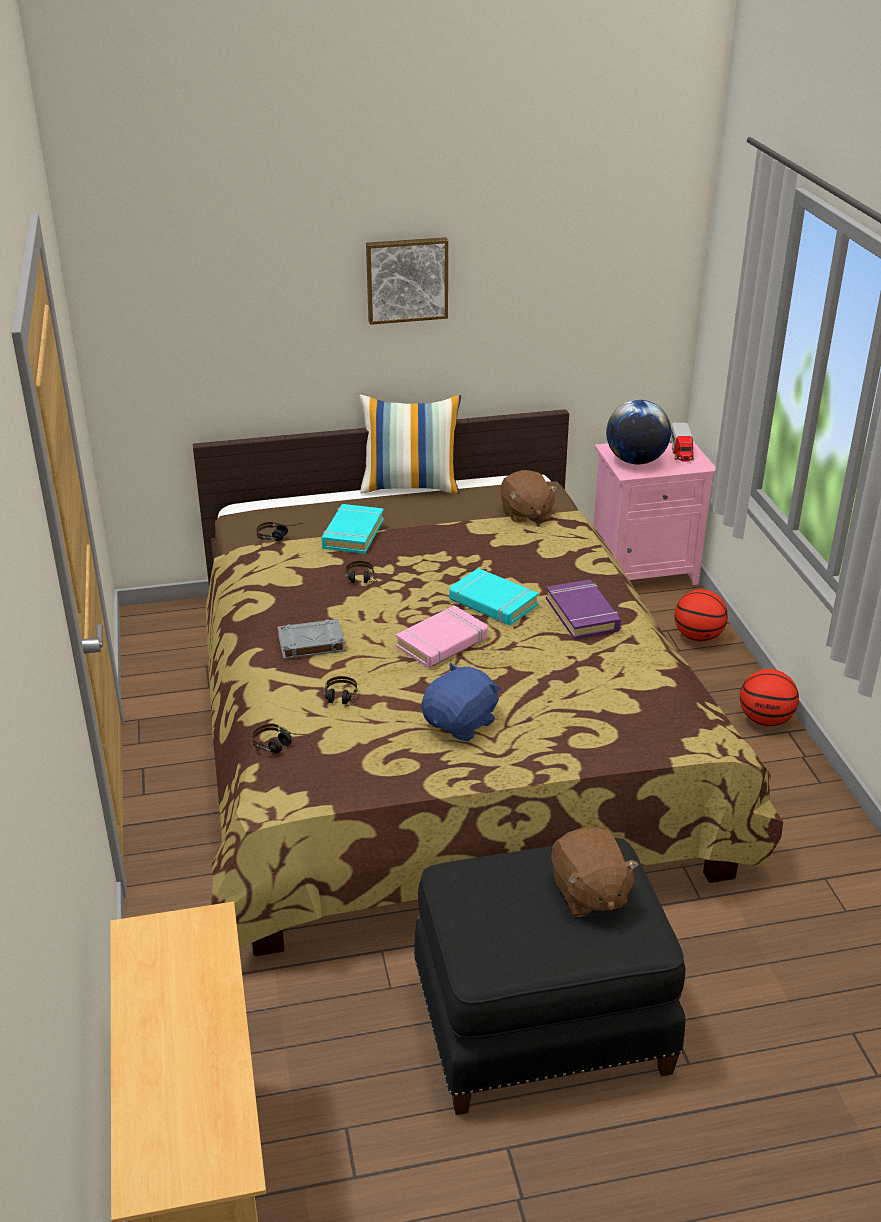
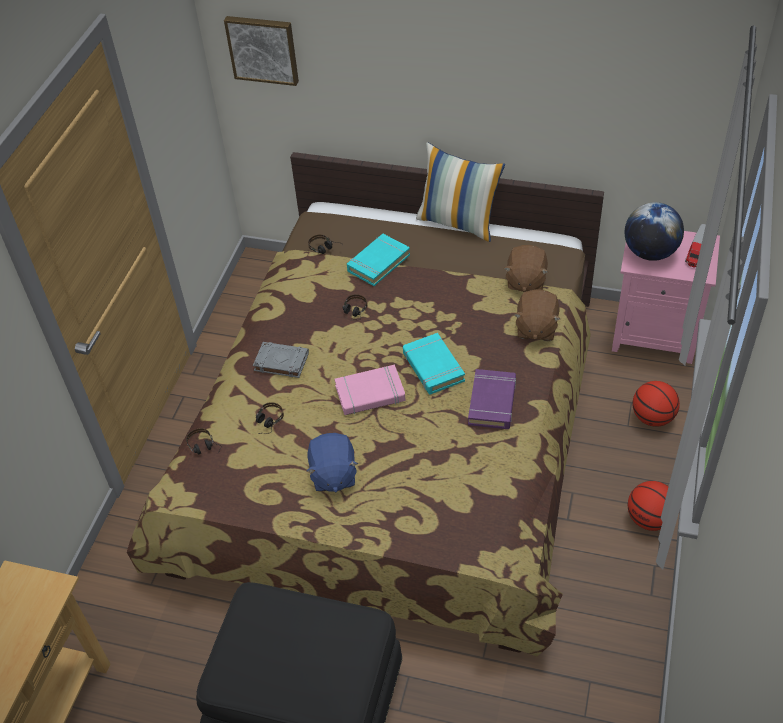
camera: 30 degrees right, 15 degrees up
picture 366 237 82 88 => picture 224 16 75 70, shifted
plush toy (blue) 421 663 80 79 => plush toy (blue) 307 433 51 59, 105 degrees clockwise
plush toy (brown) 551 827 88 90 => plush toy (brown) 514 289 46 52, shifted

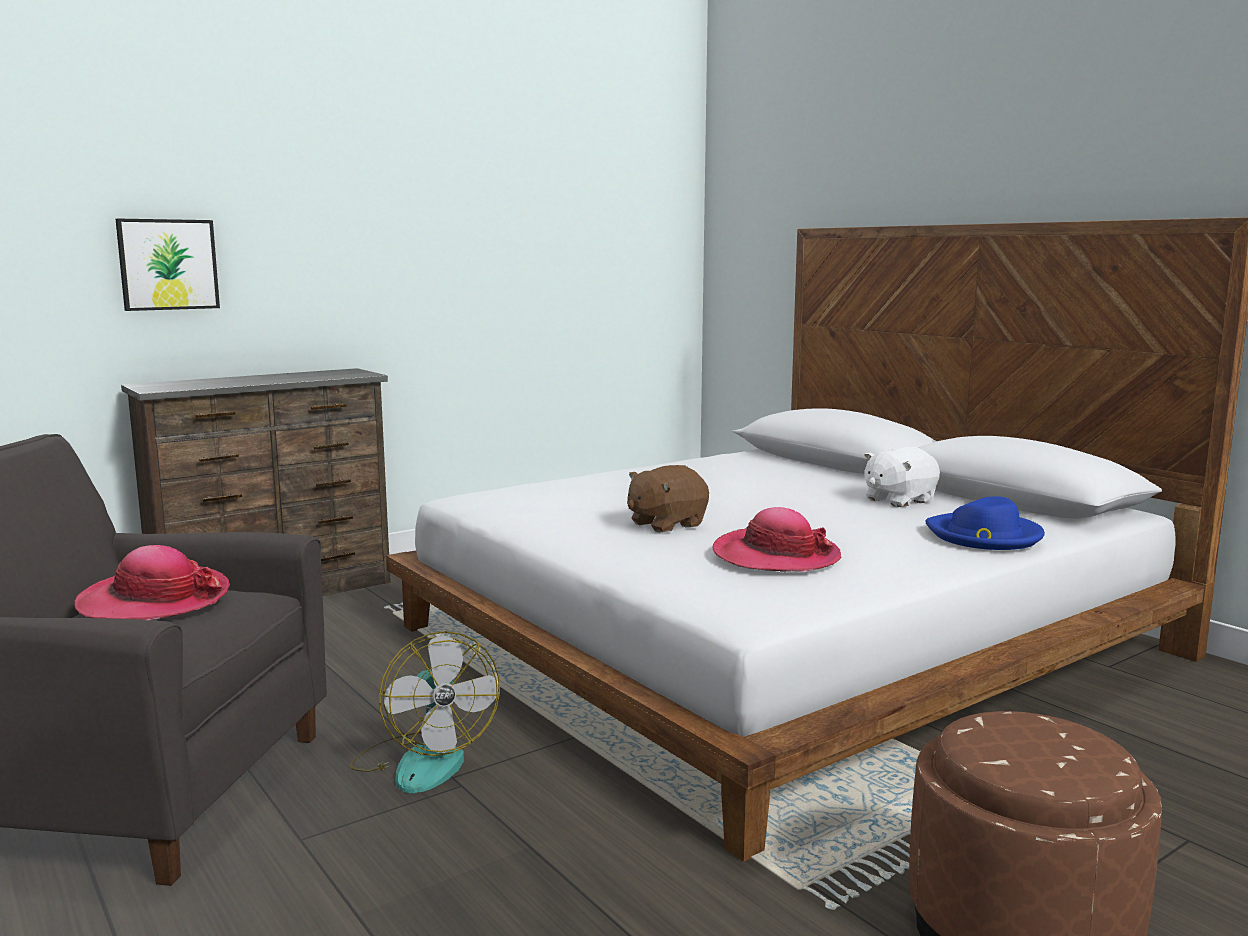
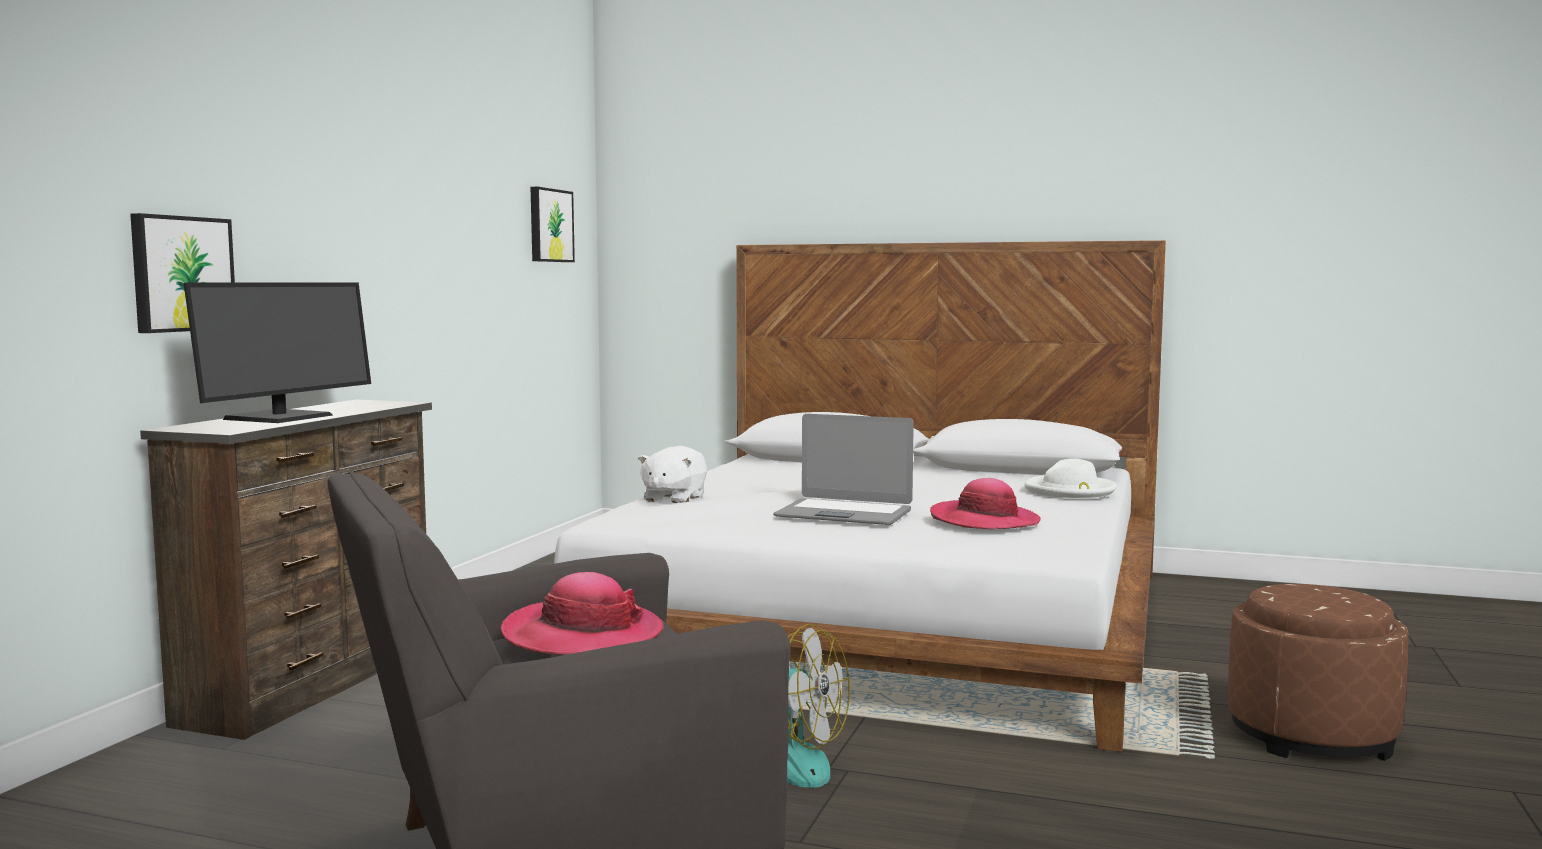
camera: 35 degrees left, 5 degrees down
nothing => monitor 184 283 187 140
nothing => picture 530 187 45 75
plush toy (white) 864 447 76 60 => plush toy (white) 638 446 69 57, shifted
plush toy (brown) 627 465 82 68 => laptop 773 414 141 111
hat (blue) 926 496 119 54 => hat (white) 1024 459 93 39

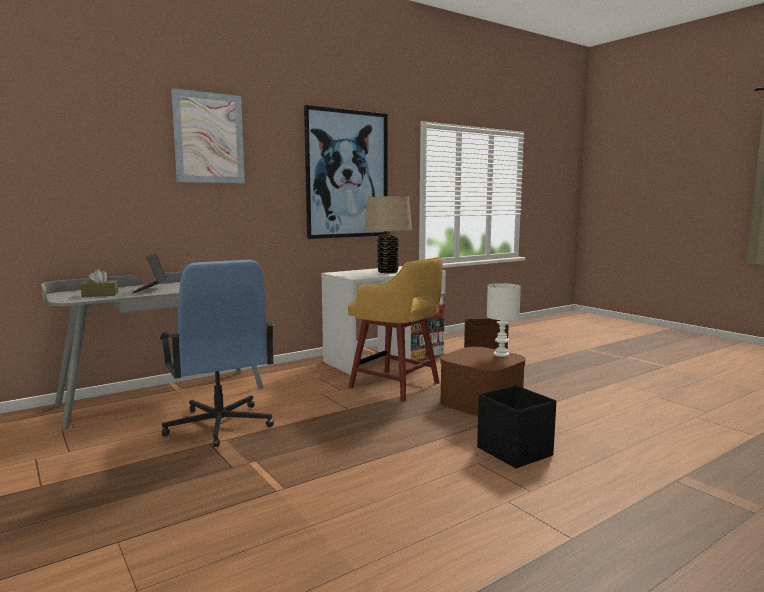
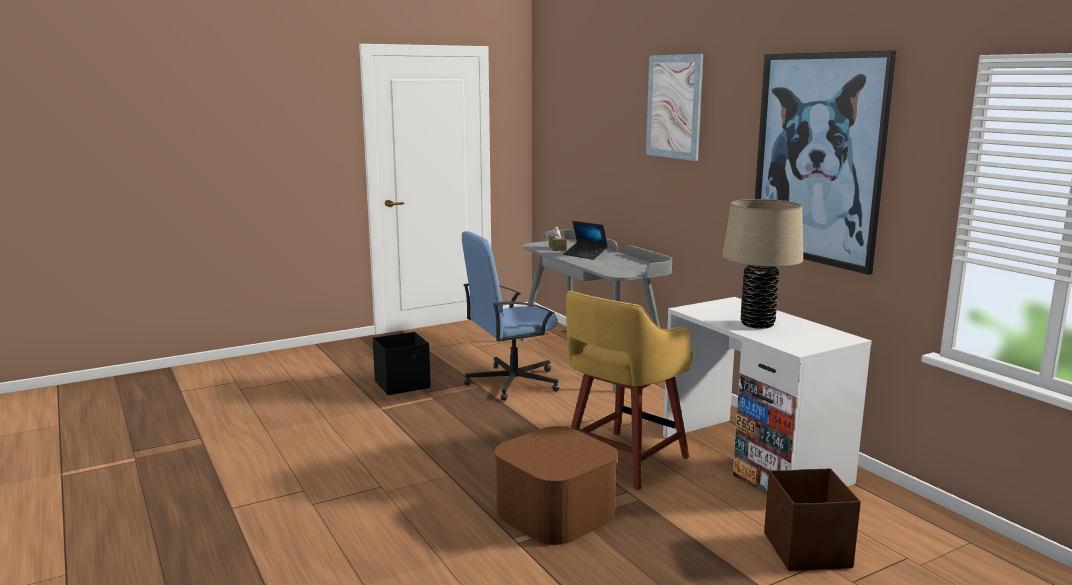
camera: 95 degrees right, 5 degrees up
storage box (black) 477 385 79 83 => storage box (black) 373 332 58 63, shifted
laptop 132 253 35 40 => laptop 564 221 44 39, 135 degrees counterclockwise
table lamp (white) 487 283 34 74 => nothing

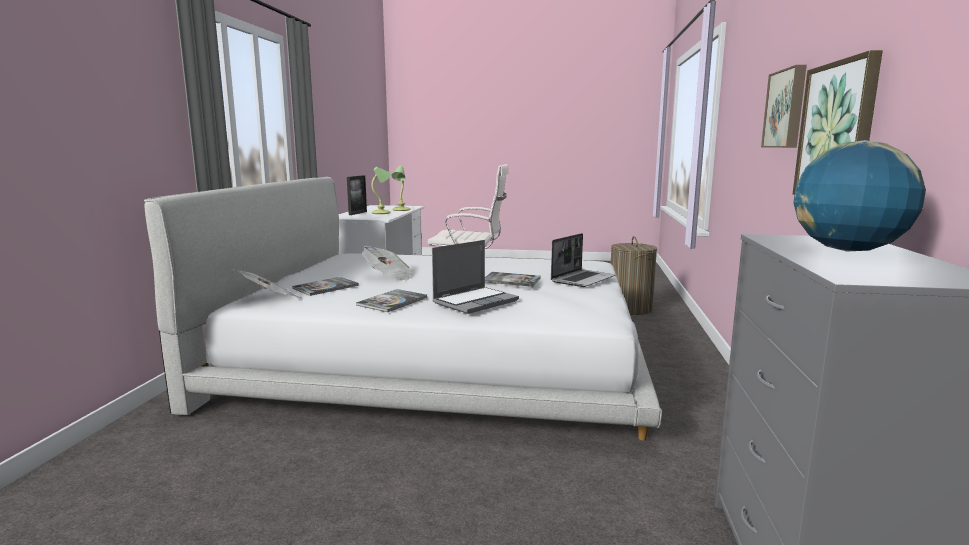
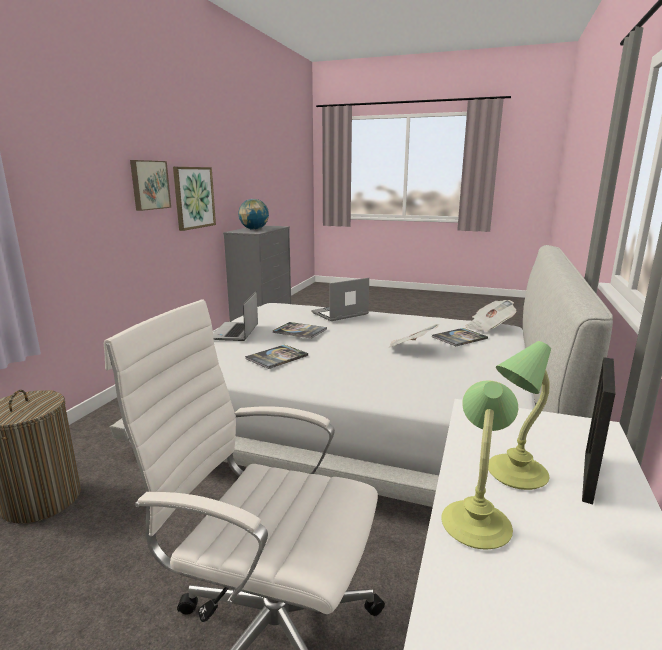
camera: 170 degrees left, 5 degrees up
laptop 551 233 64 54 => laptop 213 292 45 49, 45 degrees counterclockwise
book 356 289 72 23 => book 245 345 63 24, shifted

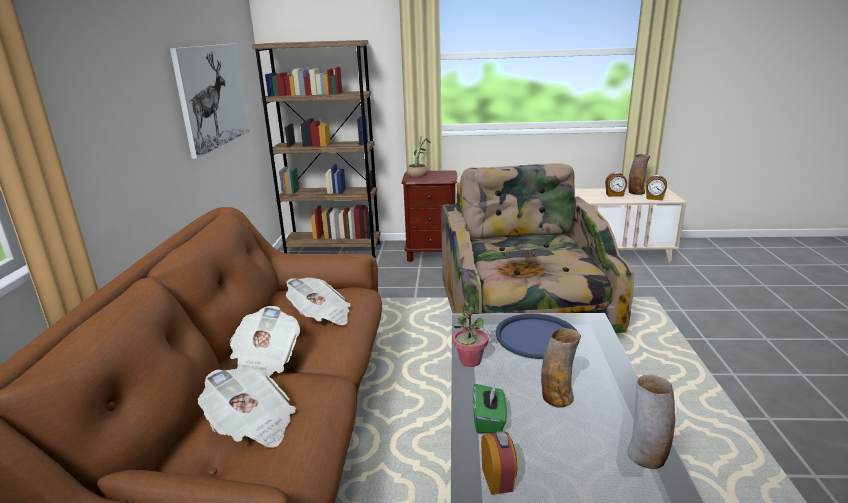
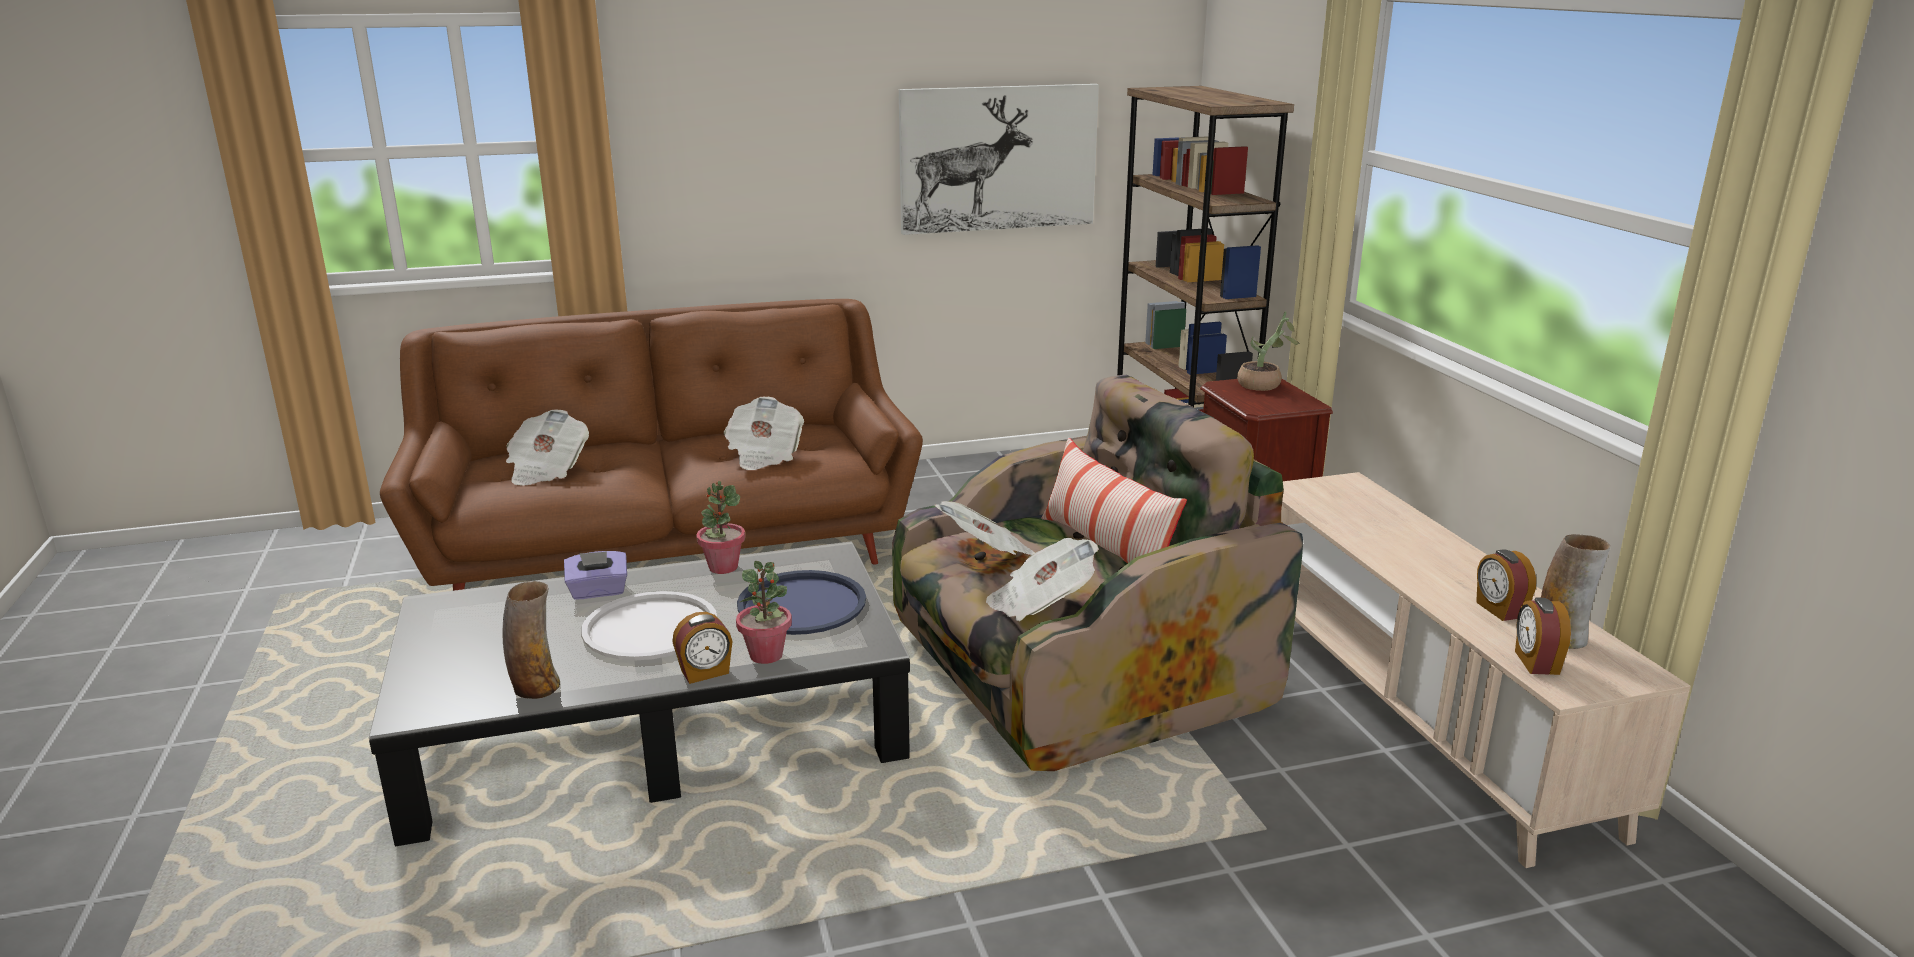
camera: 70 degrees right, 0 degrees up
tissue box (green) 473 384 34 50 => tissue box (purple) 564 551 63 49
vase 541 328 40 80 => tray (white) 581 591 136 69
alarm clock 481 431 36 64 => alarm clock 672 612 61 72, shifted
nothing => potted plant 736 561 56 103
newspaper 229 306 71 70 => newspaper 986 537 113 84, shifted
nothing => pillow 1041 438 146 126

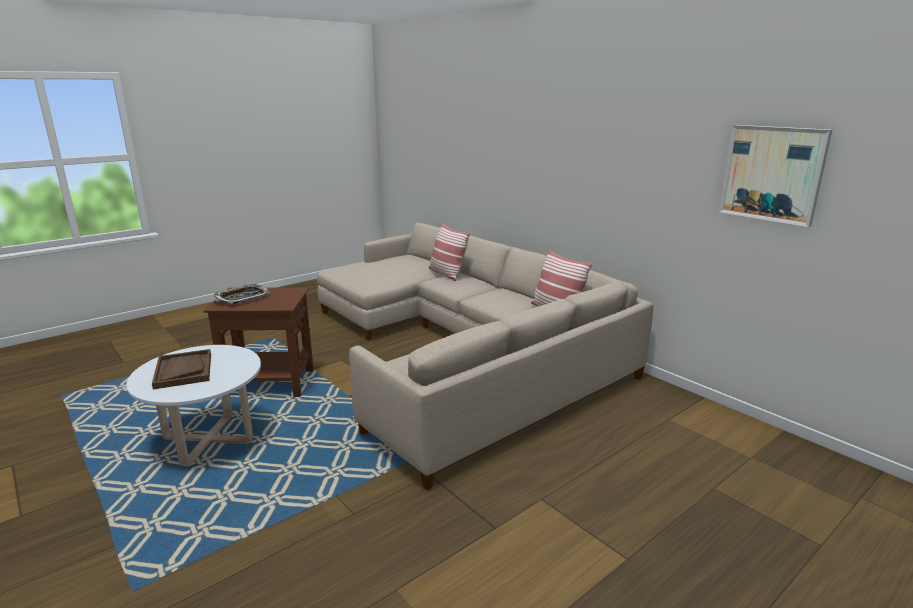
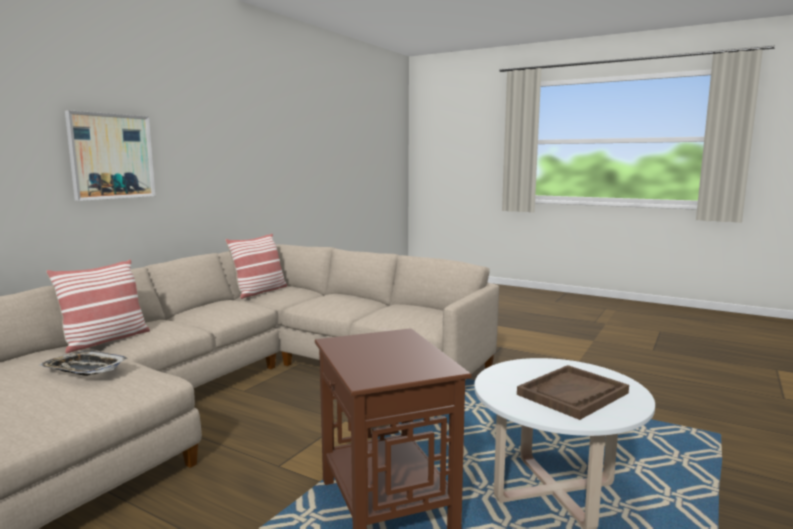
camera: 110 degrees left, 10 degrees down
tray 213 283 57 21 => tray 40 351 88 25, shifted
picture 719 125 113 102 => picture 65 110 90 91, shifted

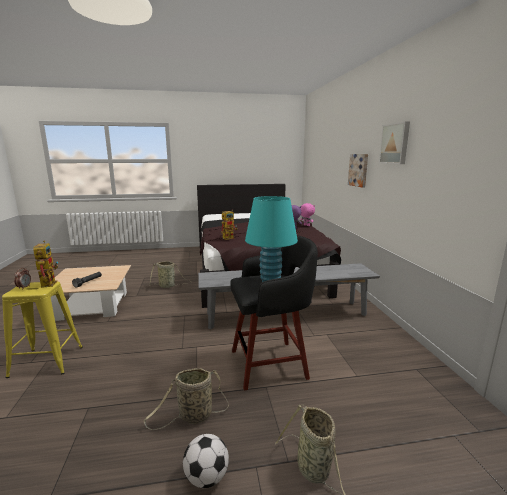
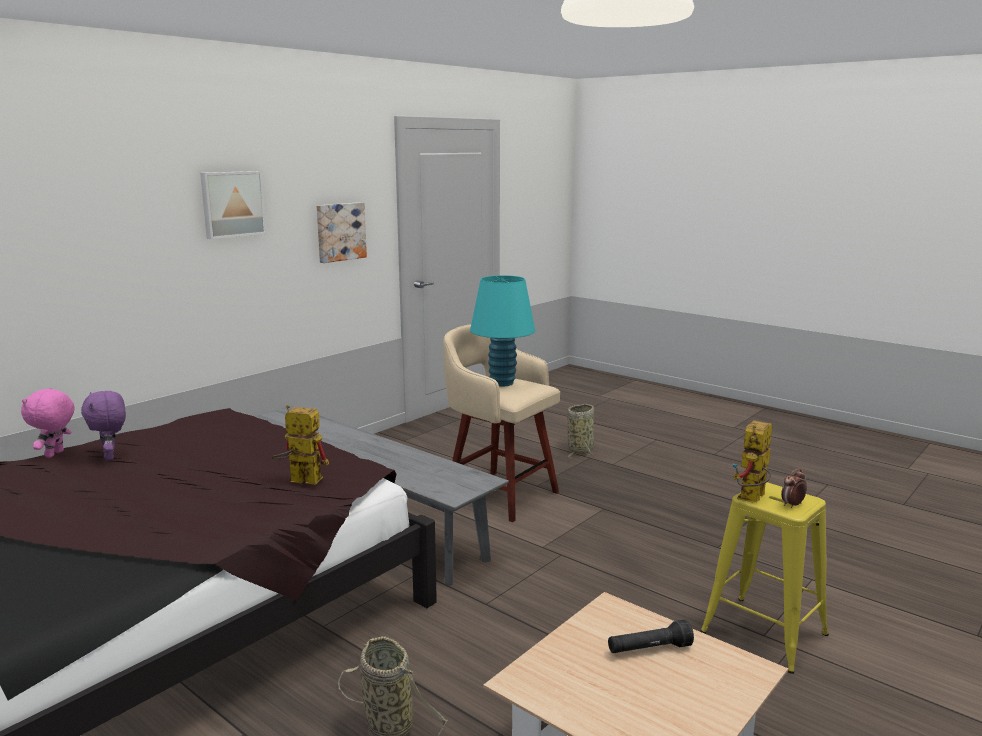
camera: 130 degrees left, 0 degrees up
picture 348 154 20 34 => picture 317 202 50 61, shifted
stool (black) 230 235 88 156 => stool (beige) 443 324 117 198
basket 143 368 86 62 => nothing
football 183 434 46 54 => nothing

